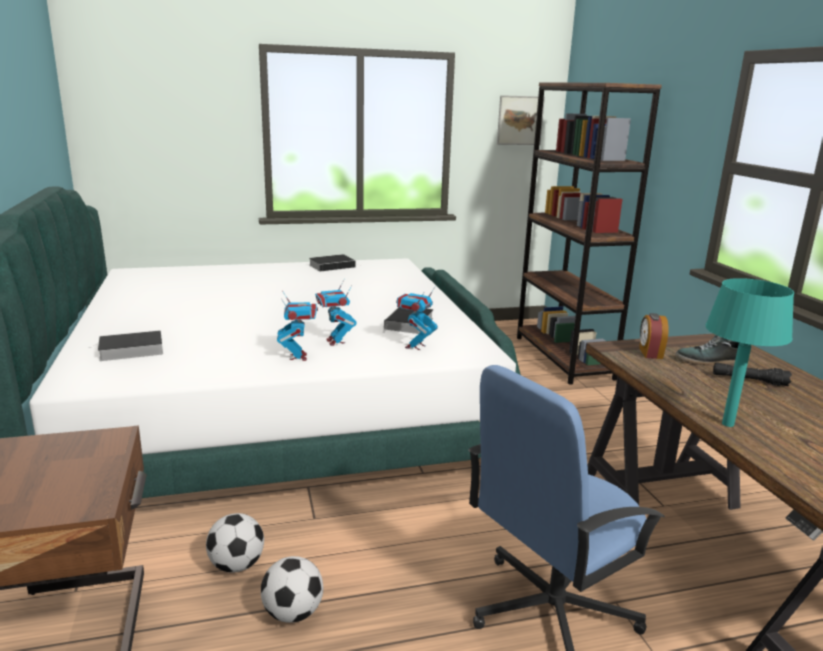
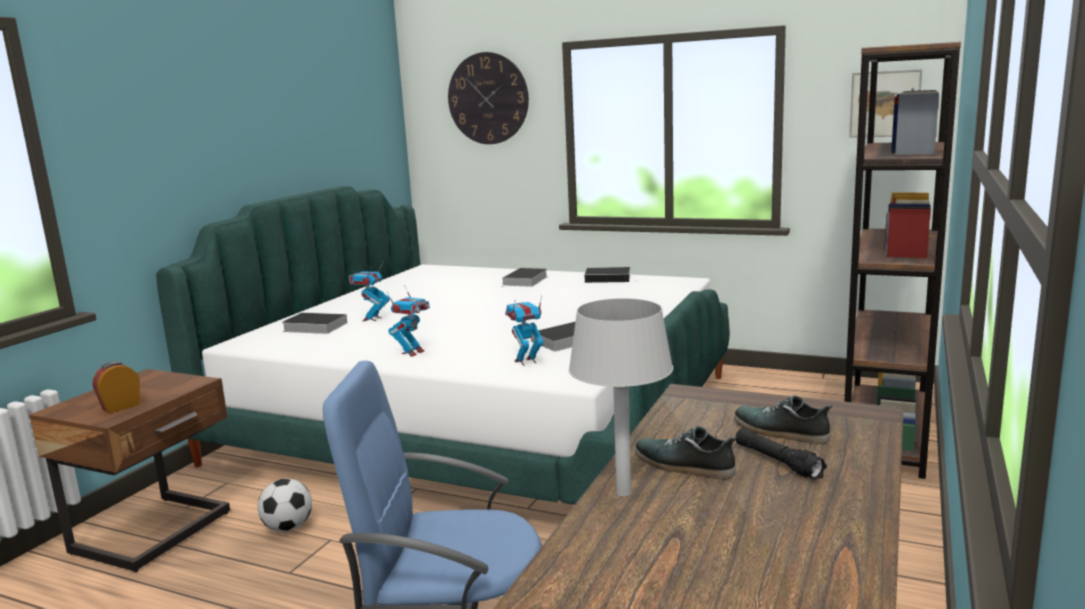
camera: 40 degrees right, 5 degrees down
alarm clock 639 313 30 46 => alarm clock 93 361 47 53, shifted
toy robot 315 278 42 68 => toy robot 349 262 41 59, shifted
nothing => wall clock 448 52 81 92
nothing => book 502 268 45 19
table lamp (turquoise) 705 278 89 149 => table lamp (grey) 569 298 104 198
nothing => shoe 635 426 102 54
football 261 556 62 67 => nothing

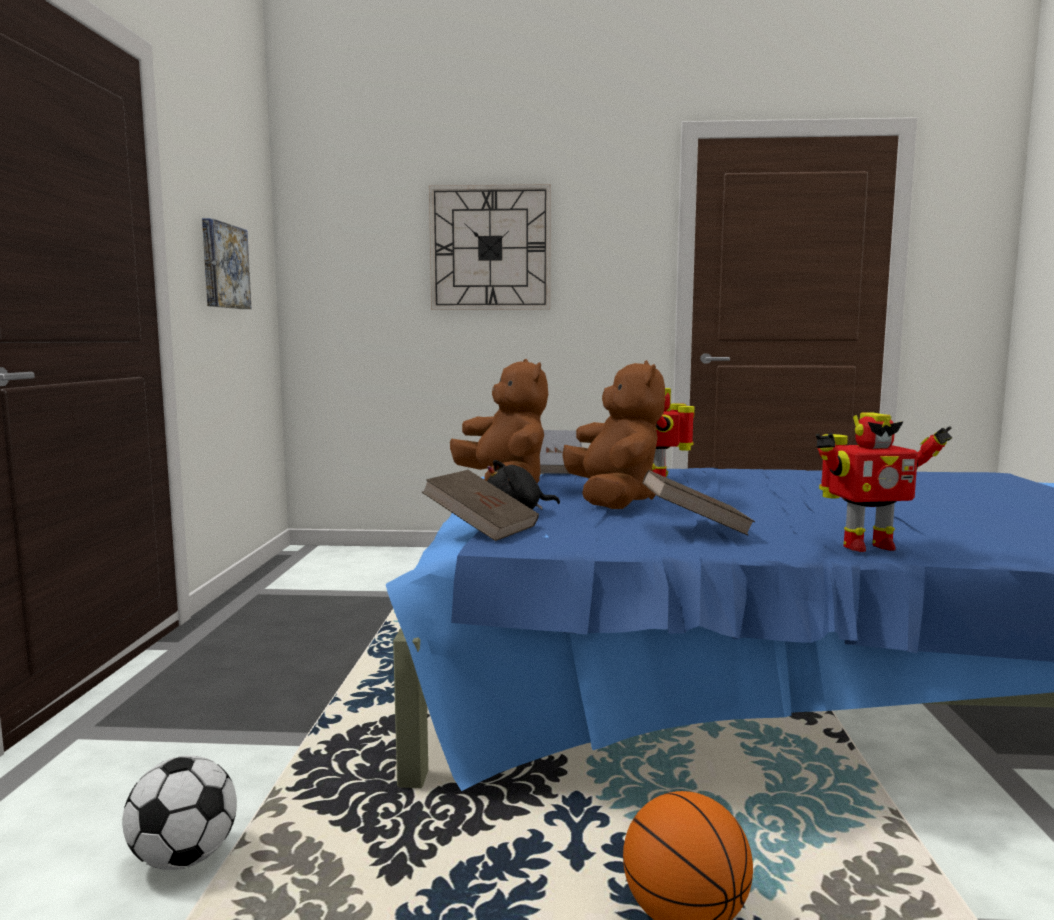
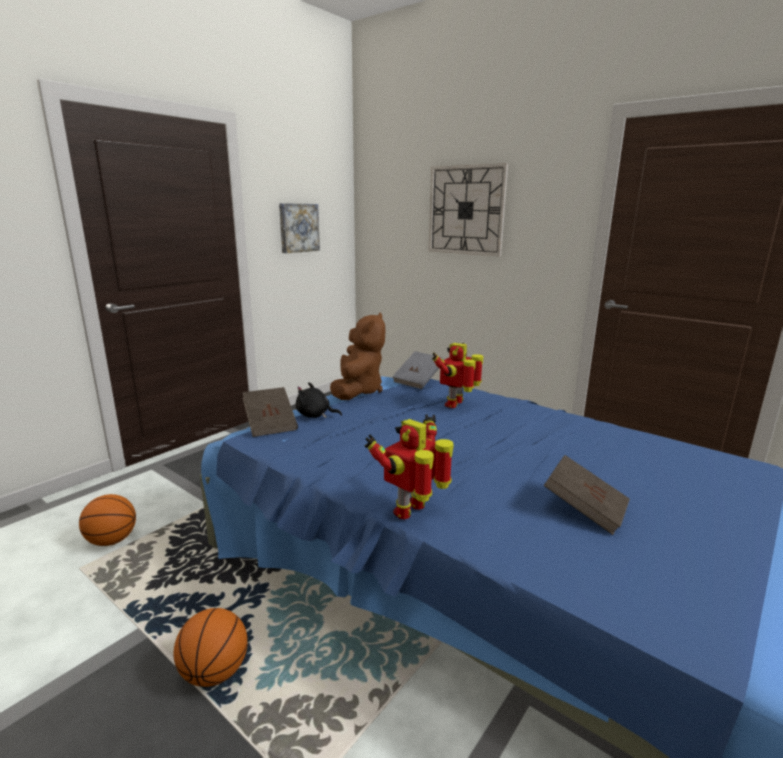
camera: 35 degrees right, 10 degrees up
football 123 756 114 114 => basketball 79 494 57 52
toy robot 816 412 136 140 => toy robot 365 414 89 106, 105 degrees clockwise
book (brown) 642 470 113 65 => book (brown) 544 455 86 80, shifted
plush toy (brown) 562 360 103 149 => nothing

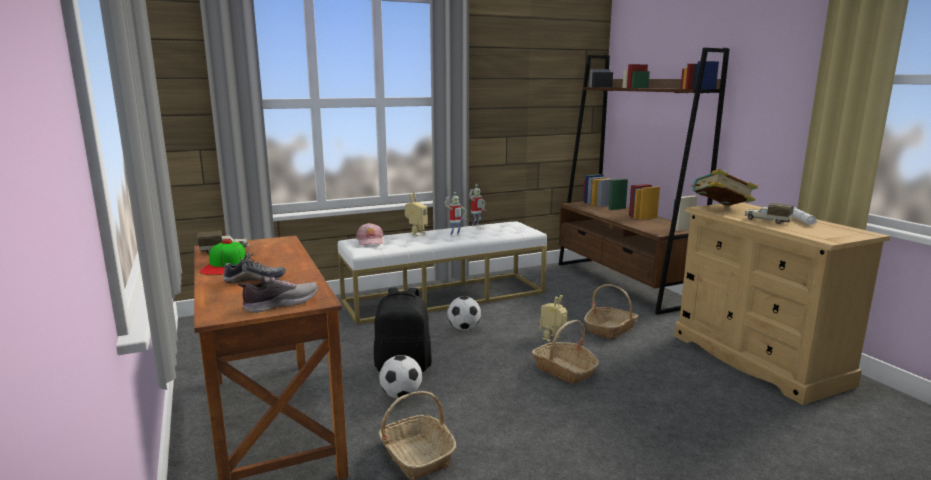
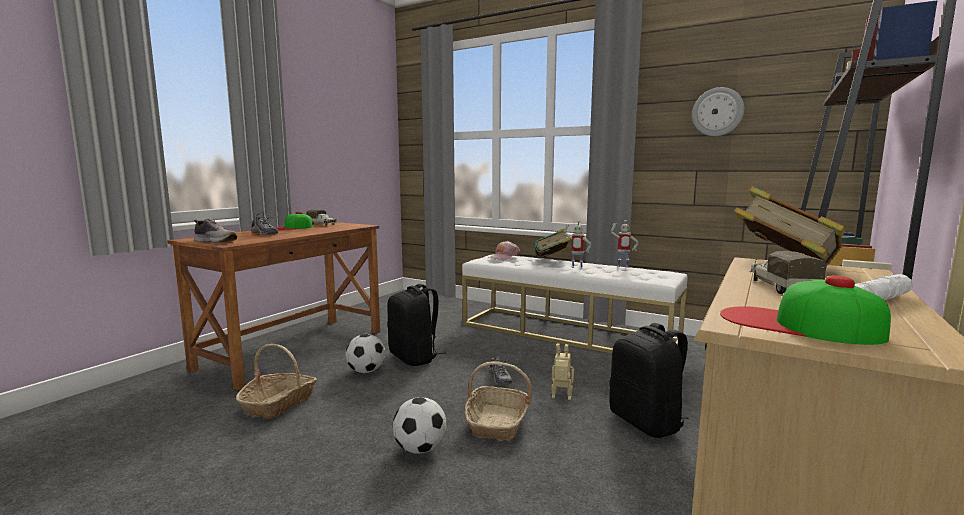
camera: 55 degrees right, 5 degrees down
football 447 296 34 34 => football 393 397 54 57, shifted
nothing => shoe 489 356 23 29
toy robot 405 193 23 43 => book 534 228 37 30
basket 584 284 54 55 => backpack (black) 609 323 80 115
nothing => wall clock 692 87 52 49
nothing => cap 720 275 171 70

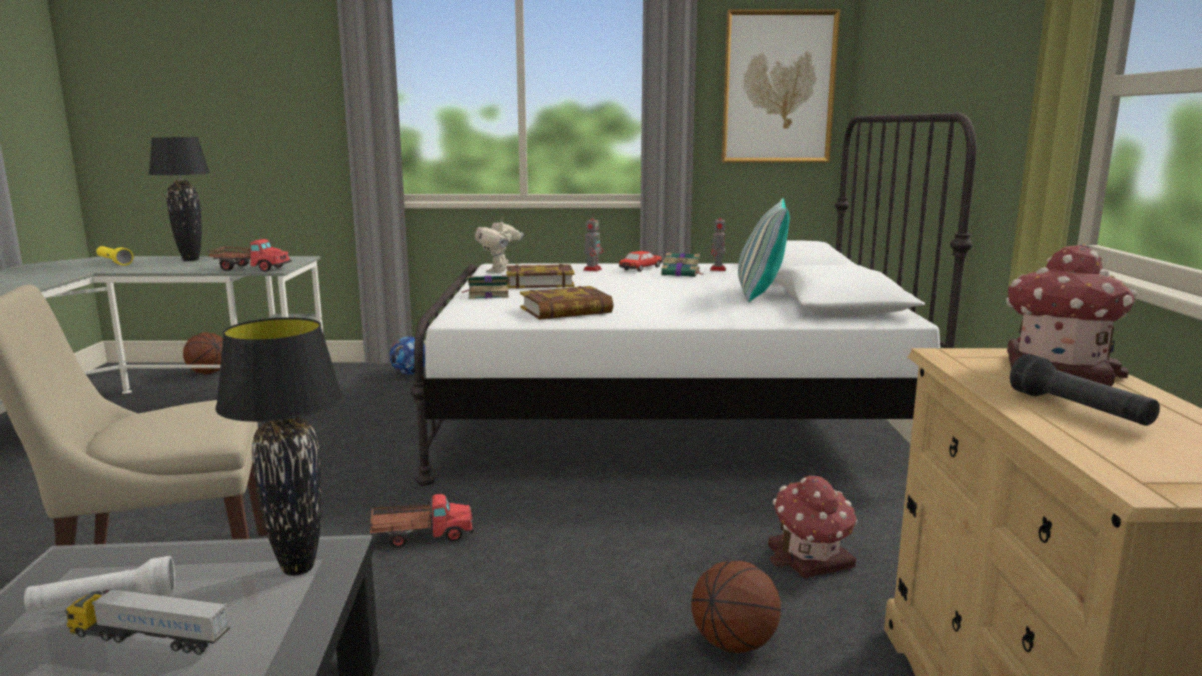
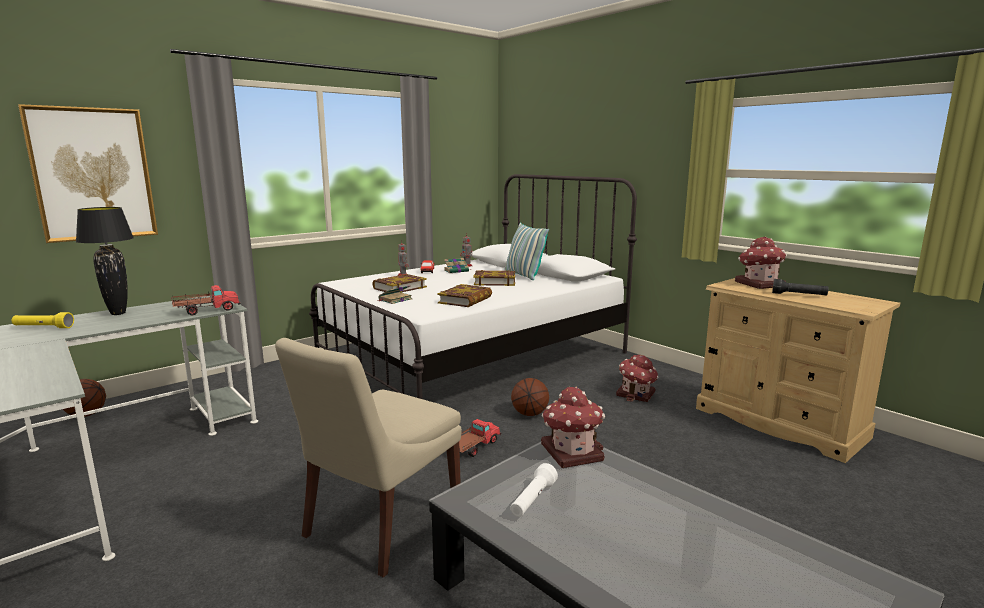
camera: 40 degrees left, 0 degrees up
picture 721 10 119 152 => picture 18 104 140 139, shifted
nothing => book 473 270 42 16
basketball 691 561 90 92 => basketball 511 378 38 38, shifted
table lamp (black) 215 317 128 259 => toy house 541 387 64 81
toy truck 65 588 165 67 => nothing
football 390 337 35 38 => nothing
toy robot 475 217 48 56 => nothing

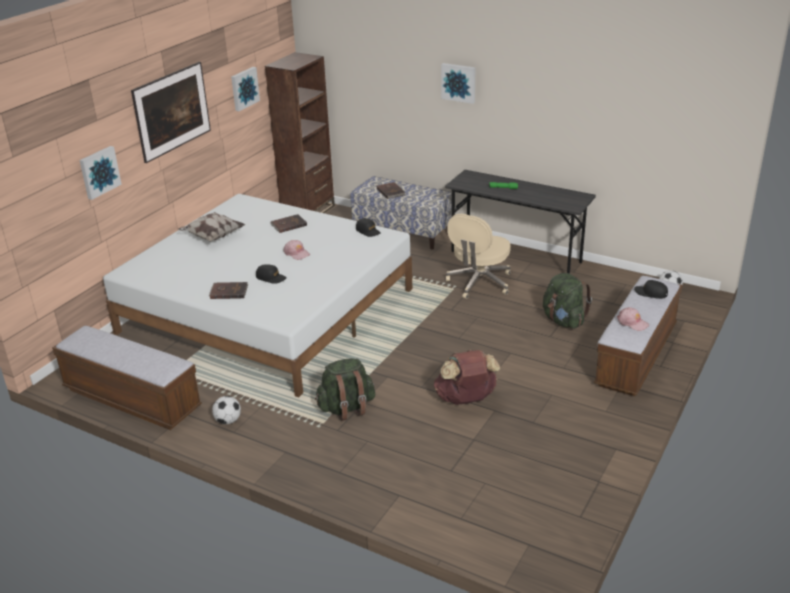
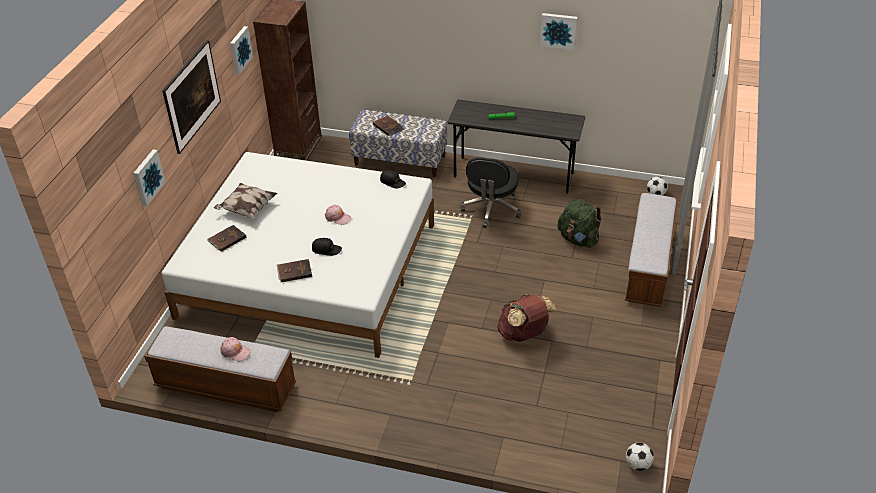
camera: 15 degrees left, 10 degrees up
book (brown) 270 214 37 19 => book (brown) 207 225 39 27, shifted
cap (pink) 617 307 32 24 => cap (pink) 220 337 30 24, shifted
office chair (beige) 446 214 65 85 => office chair (black) 460 157 61 71
picture 441 63 34 41 => picture 540 13 37 37, shifted
football 212 396 29 28 => football 626 443 28 28, shifted
backpack (green) 315 358 60 63 => nothing
cap (black) 634 280 34 19 => nothing

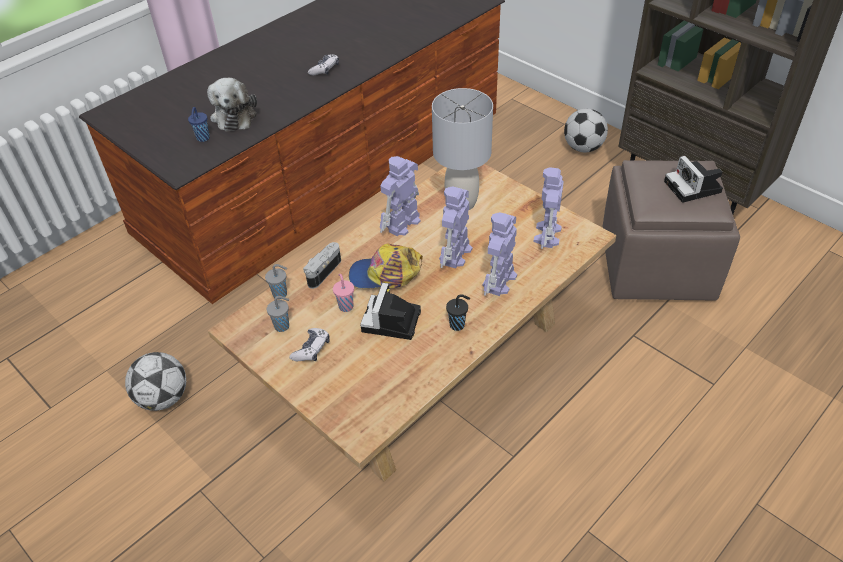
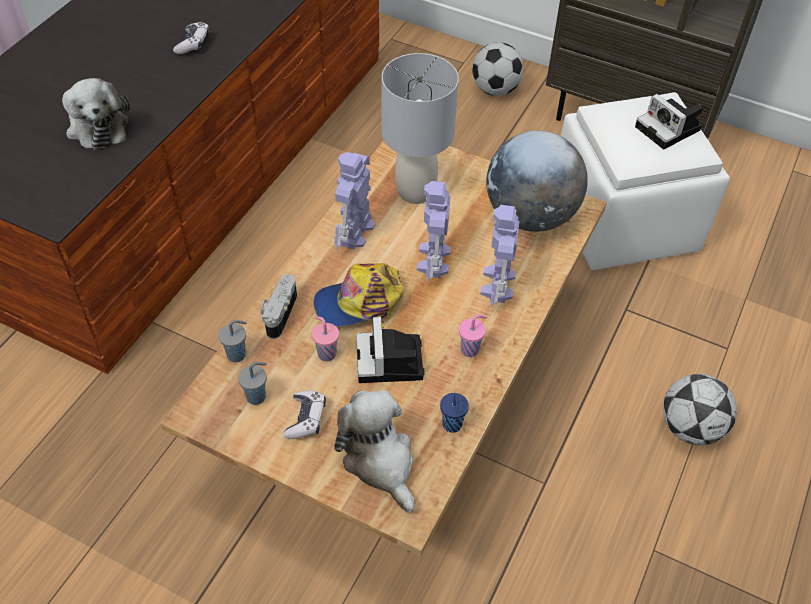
camera: 20 degrees left, 5 degrees up
nothing => plush toy 334 390 80 123
cup (blue) 188 107 22 35 => cup (blue) 440 393 29 40, shifted
cup (black) 446 294 24 37 => cup (pink) 459 314 28 43
toy robot 534 167 30 82 => globe 486 131 102 101
ottoman (brown) 602 160 138 141 => ottoman (white) 561 92 169 178
football 125 352 61 59 => football 663 374 74 71, shifted

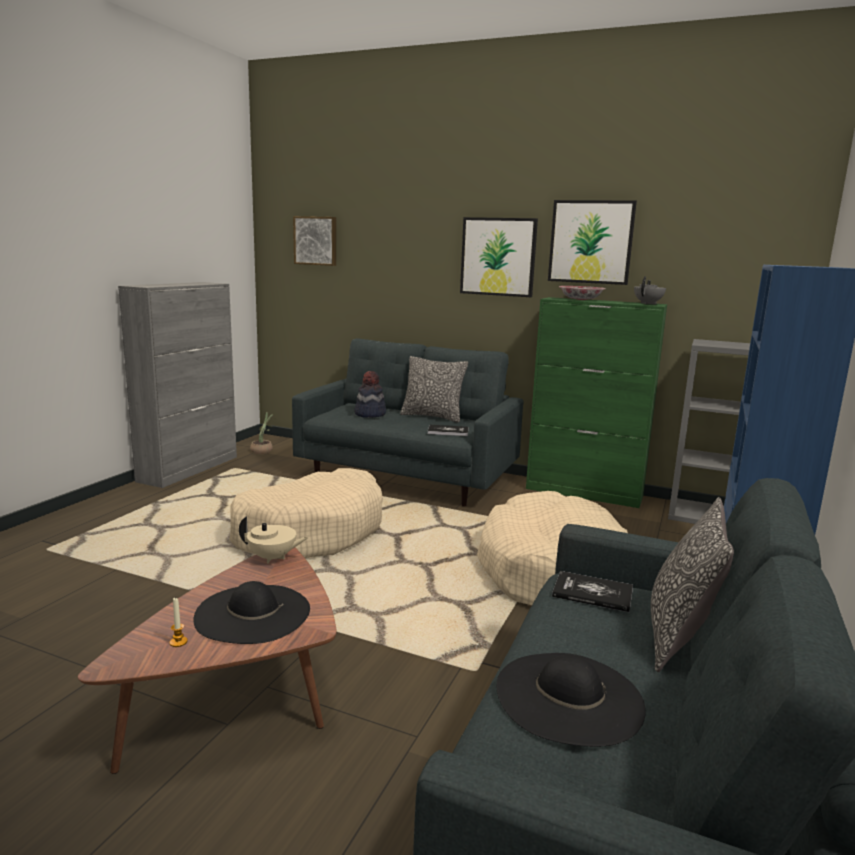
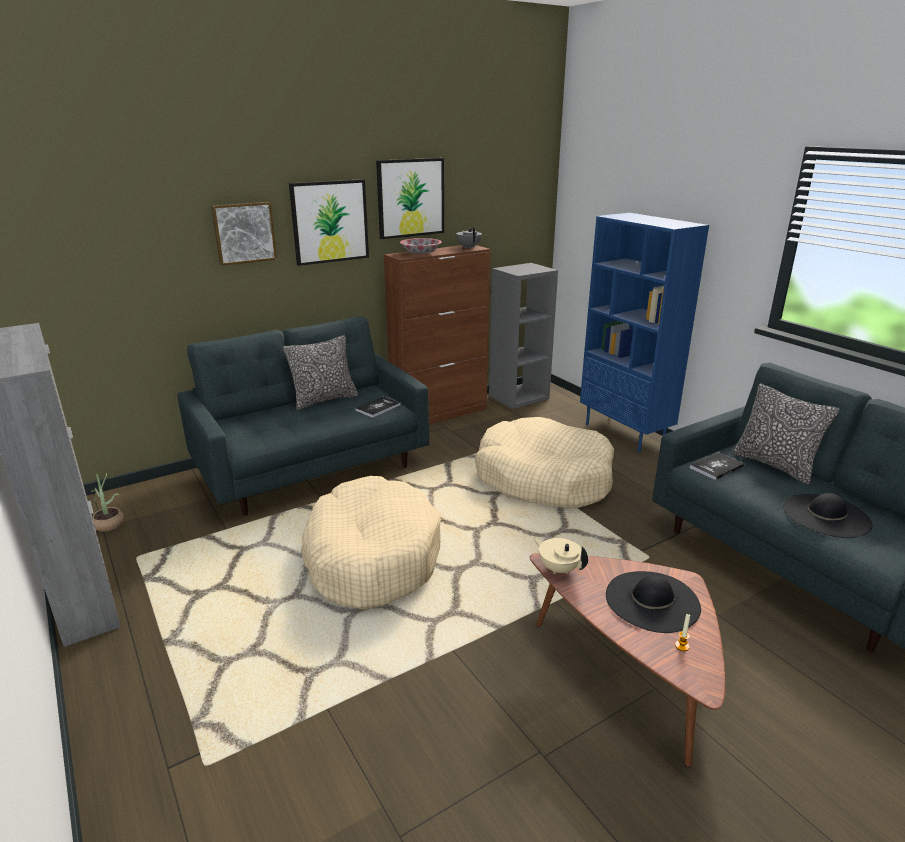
camera: 55 degrees left, 10 degrees up
picture 293 216 43 50 => picture 211 202 66 64, shifted
cabinet (green) 526 297 141 211 => cabinet (brown) 384 245 106 180
teapot (beige) 239 516 70 48 => teapot (beige) 532 537 56 37, 90 degrees counterclockwise
hat 354 371 32 47 => nothing

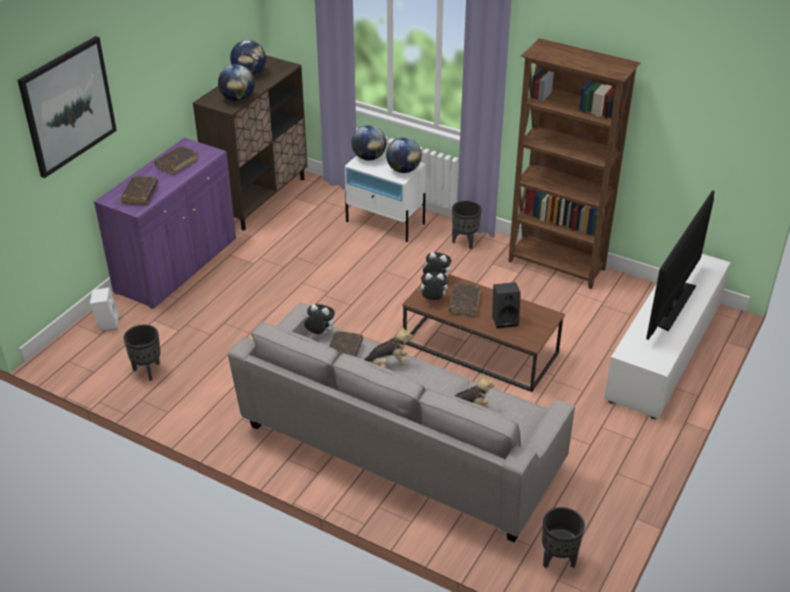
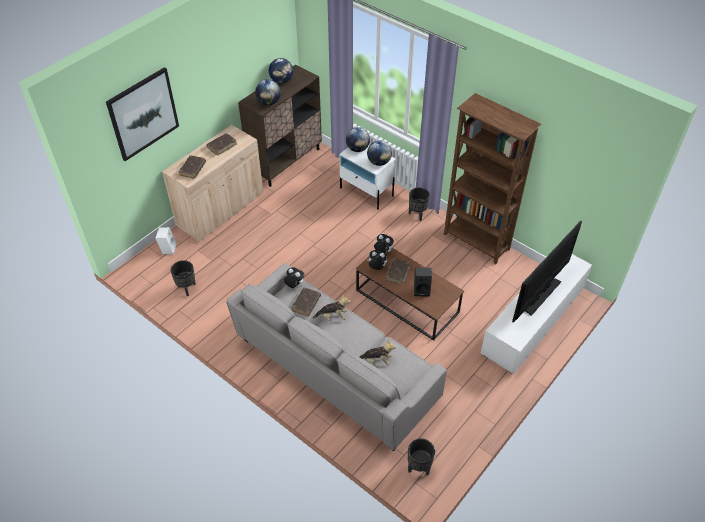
camera: 10 degrees right, 10 degrees up
cabinet (purple) 94 138 142 171 => cabinet (beige) 162 125 101 117

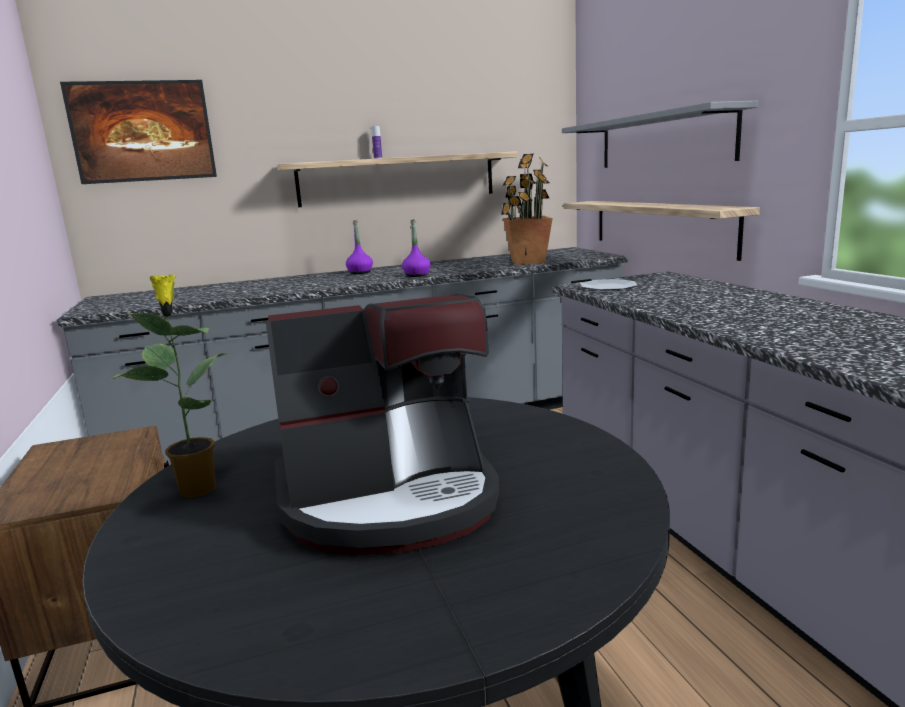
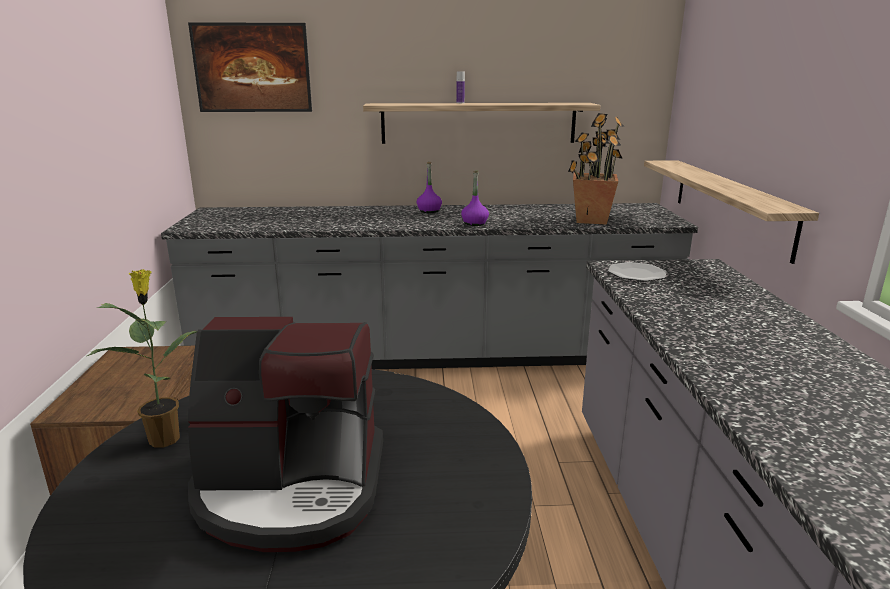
camera: 15 degrees right, 5 degrees up
shelf (grey) 562 101 196 67 => nothing

